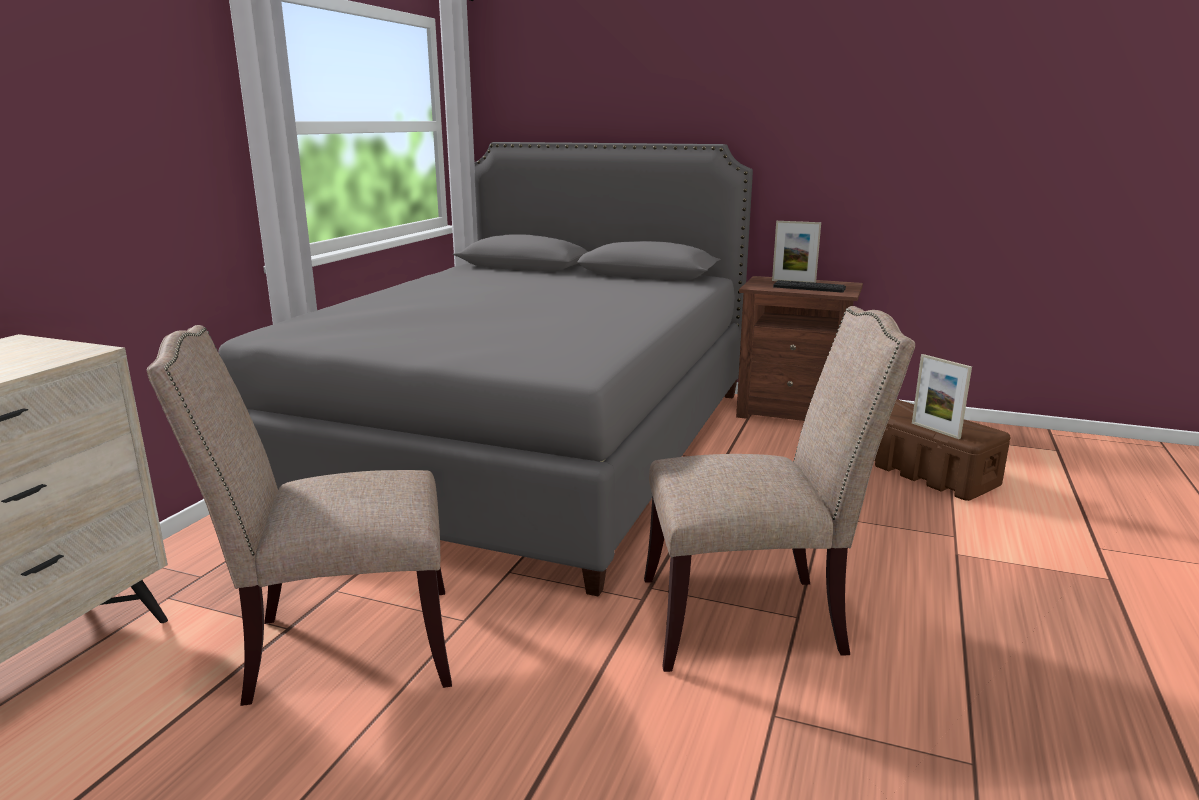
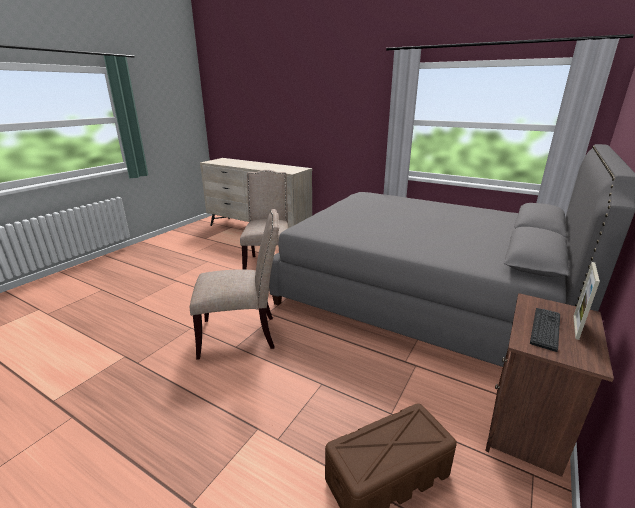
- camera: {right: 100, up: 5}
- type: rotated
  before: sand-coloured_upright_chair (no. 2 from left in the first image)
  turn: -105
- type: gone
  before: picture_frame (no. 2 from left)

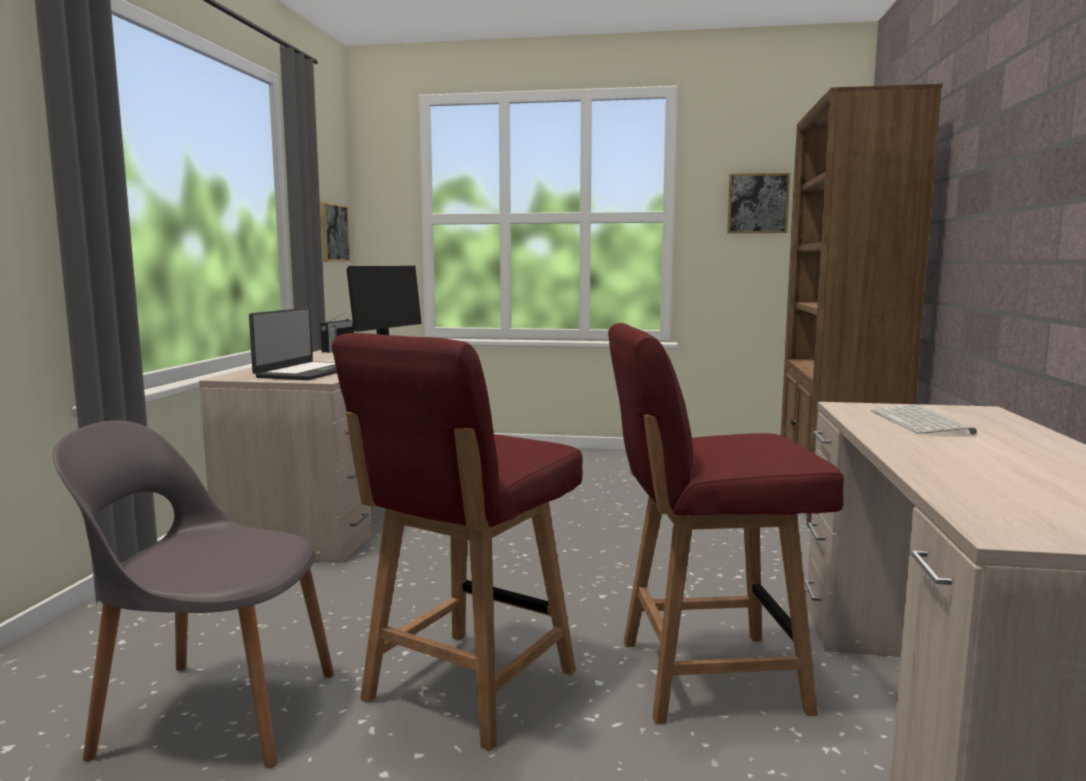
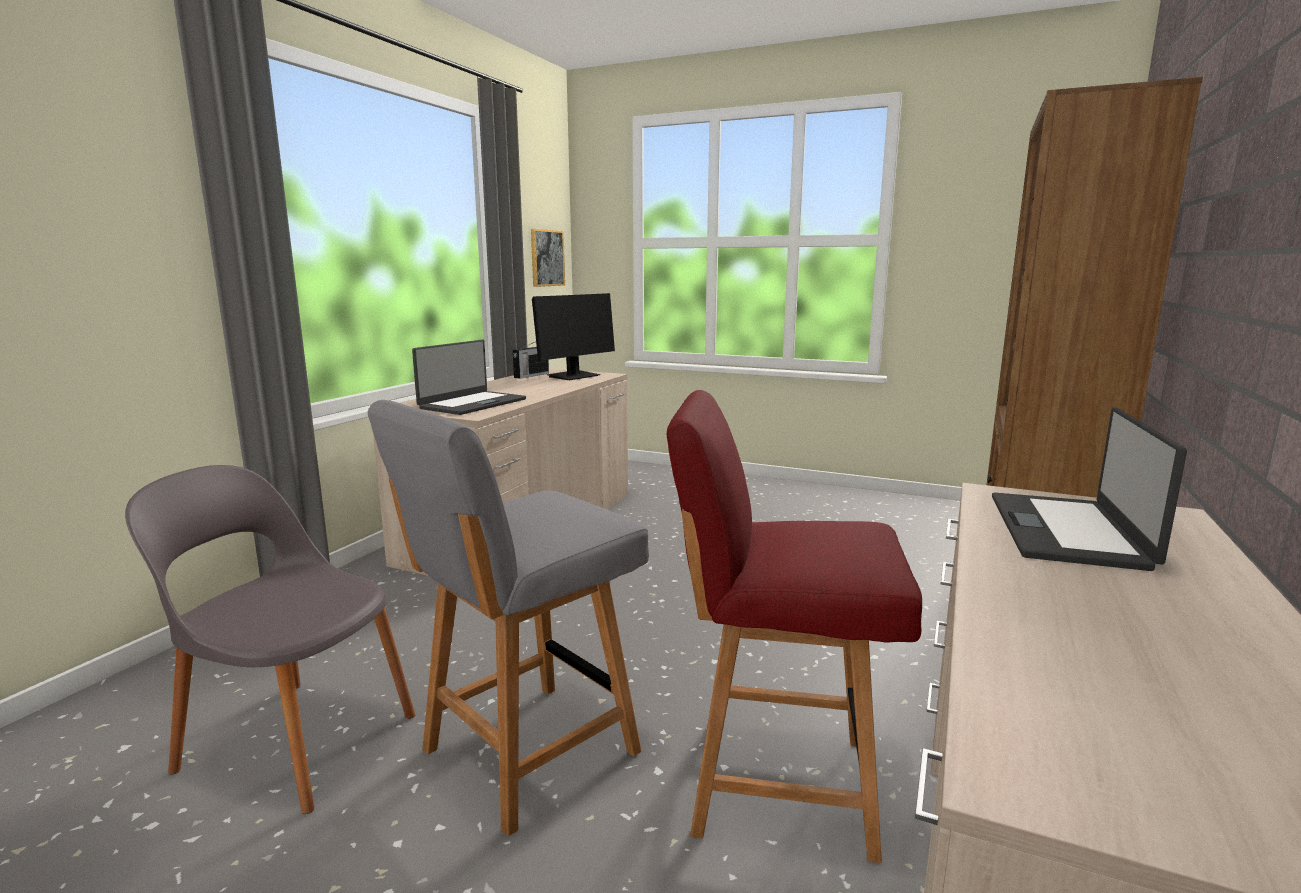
- camera: {right: 15, up: 5}
- type: gone
  before: wall_art (no. 2 from left)
- type: repainted
  before: red_upright_chair (no. 1 from left)
  after: greyish_upright_chair (no. 2 from left)
- type: swapped
  before: computer_keyboard
  after: notebook_computer (no. 2 from left)

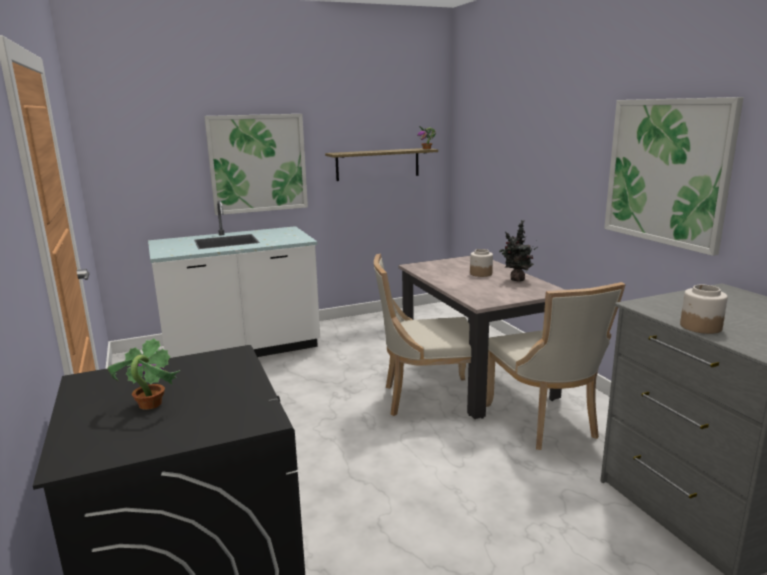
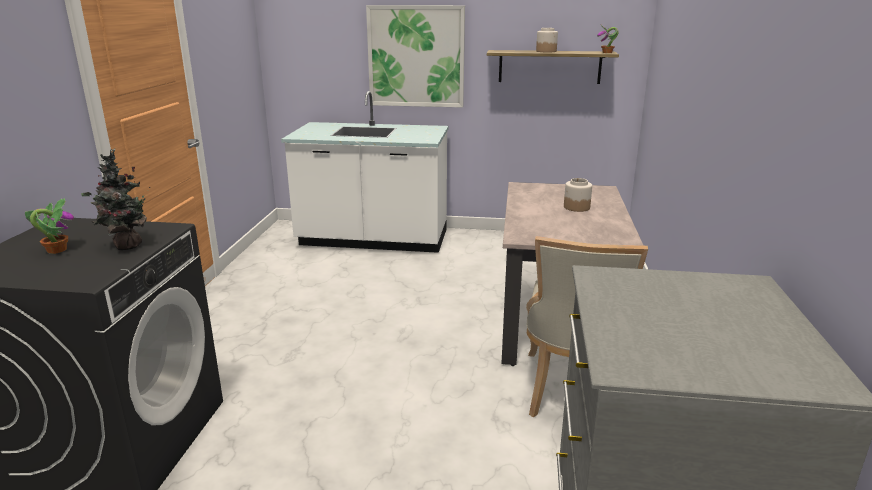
- camera: {right: 30, up: 5}
- type: gone
  before: wall_art (no. 2 from left)
- type: shifted
  before: plant_in_a_pot (no. 3 from left in the first image)
  after: plant_in_a_pot (no. 2 from left)
- type: gone
  before: sand-coloured_upright_chair (no. 1 from left)
- type: shifted
  before: preserve_jar (no. 2 from left in the first image)
  after: preserve_jar (no. 1 from left)

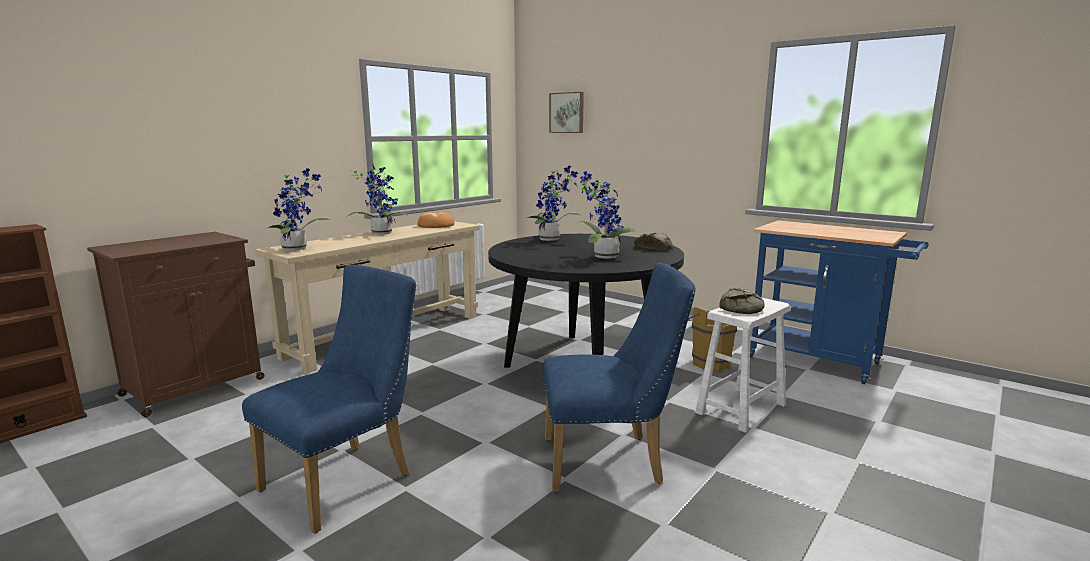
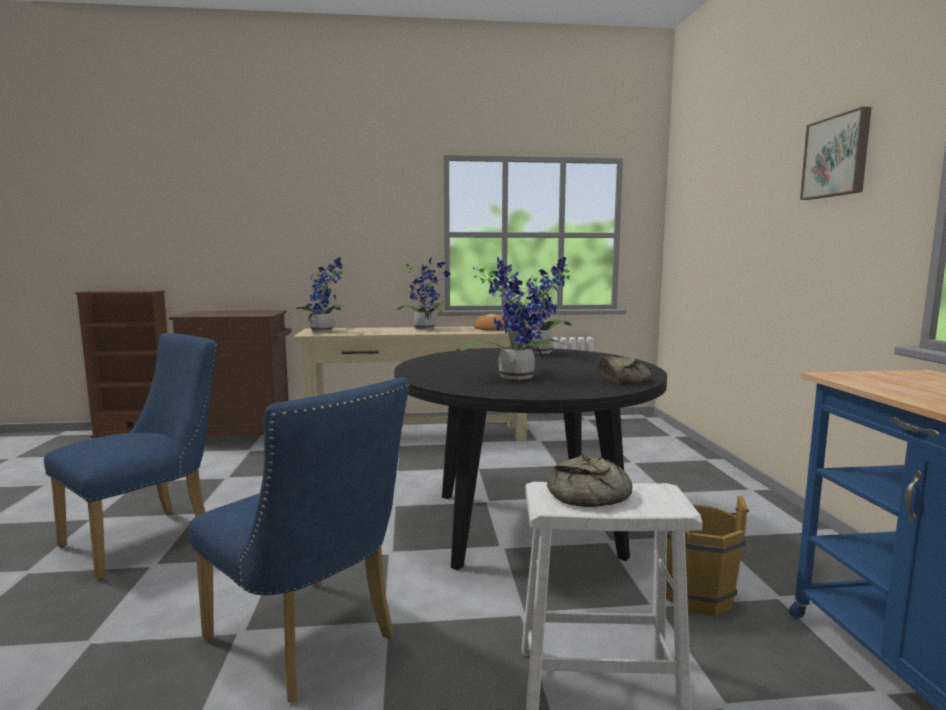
- camera: {right: 45, up: -5}
- type: shifted
  before: wall_art
- type: rotated
  before: blue-coloured_upright_chair (no. 1 from left)
  turn: -45

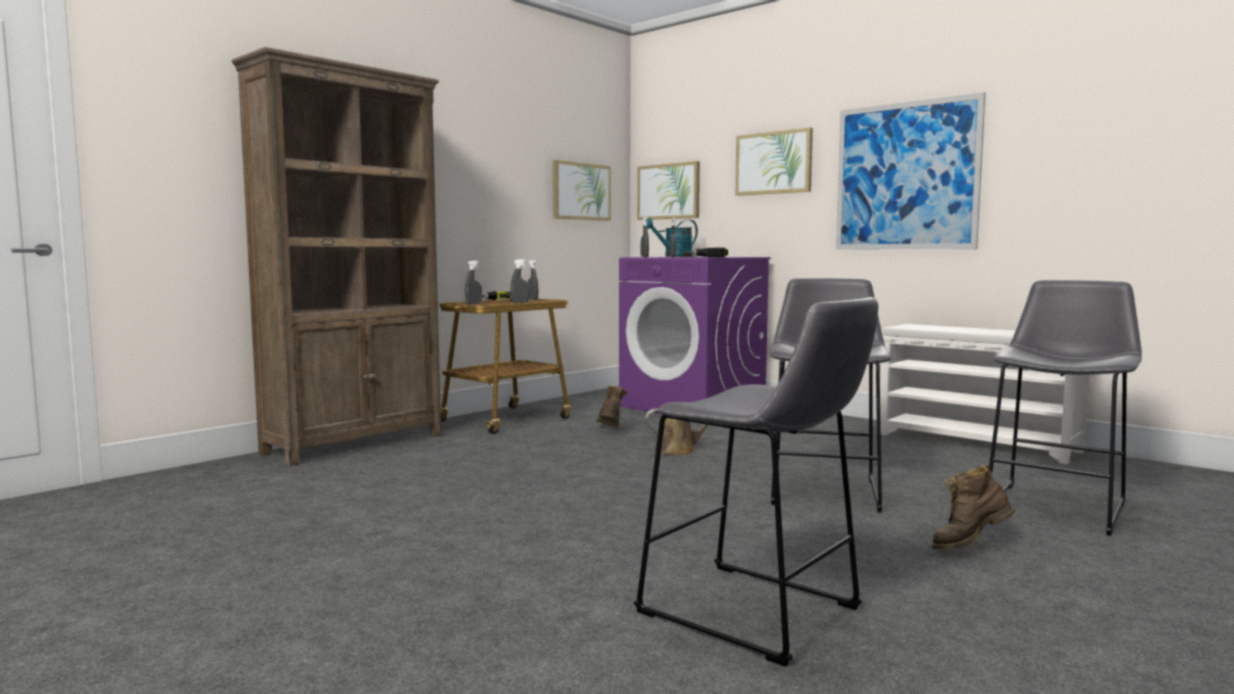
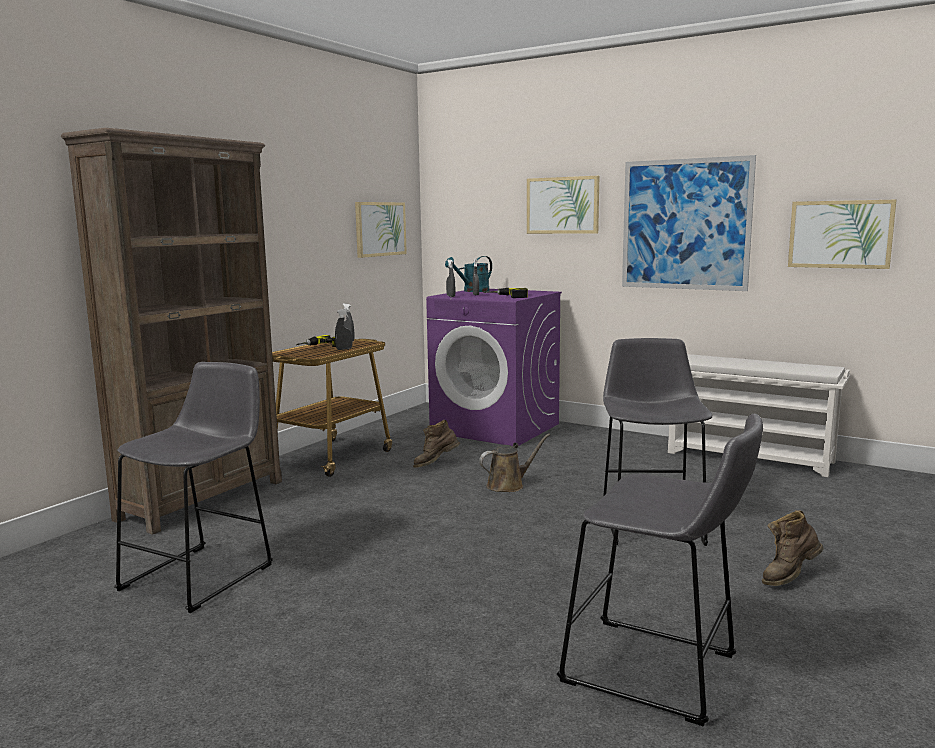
- camera: {right: -10, up: 5}
- type: shifted
  before: wall_art (no. 2 from left in the first image)
  after: wall_art (no. 4 from left)
- type: gone
  before: greyish_hand_sprayer (no. 1 from left)
- type: shifted
  before: greyish_stool (no. 3 from left in the first image)
  after: greyish_stool (no. 1 from left)
- type: rotated
  before: brown-coloured_tall_boot (no. 1 from left)
  turn: -105

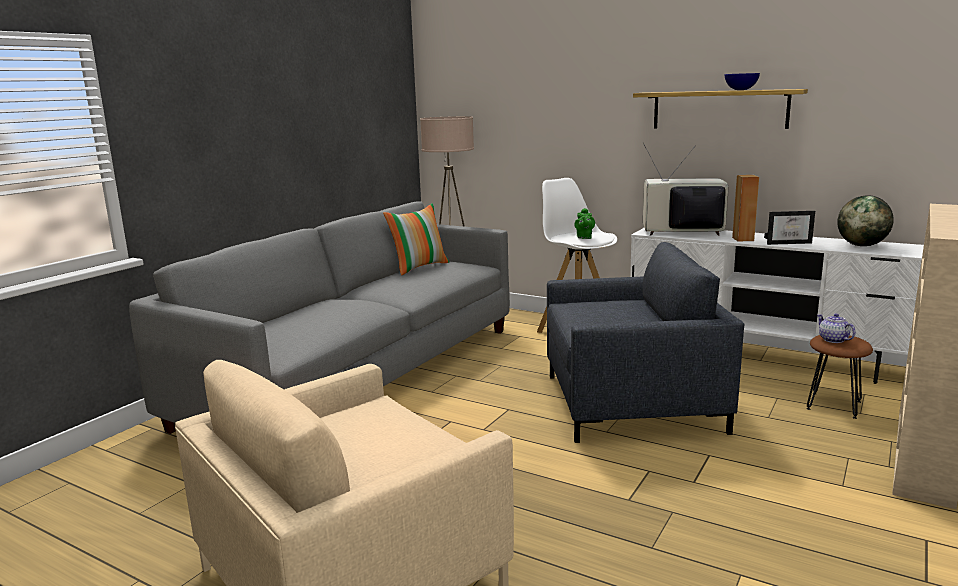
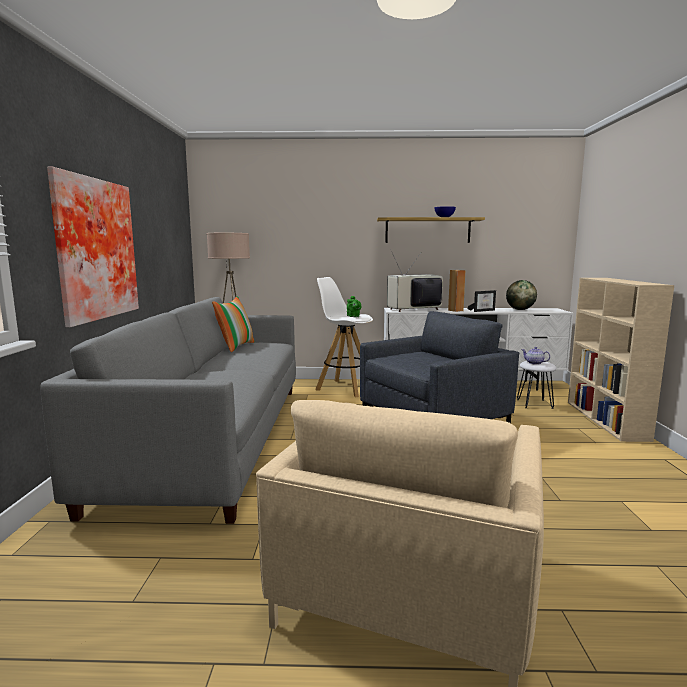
- camera: {right: -30, up: -5}
- type: repainted
  before: brown-coloured_stool
  after: white_stool (no. 2 from left)
- type: new
  after: wall_art

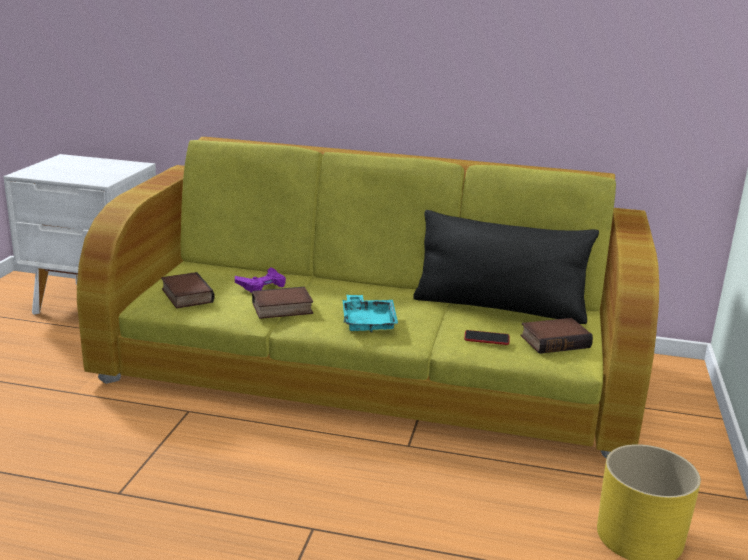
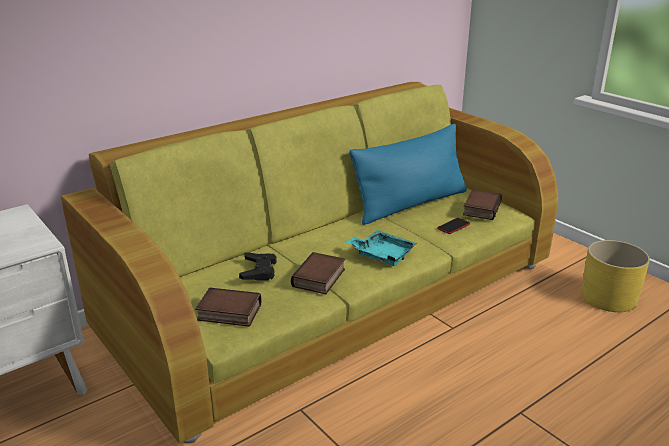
- camera: {right: -50, up: 5}
- type: repainted
  before: black-coloured_pillow
  after: blue-coloured_pillow
- type: repainted
  before: purple_gamepad
  after: black-coloured_gamepad

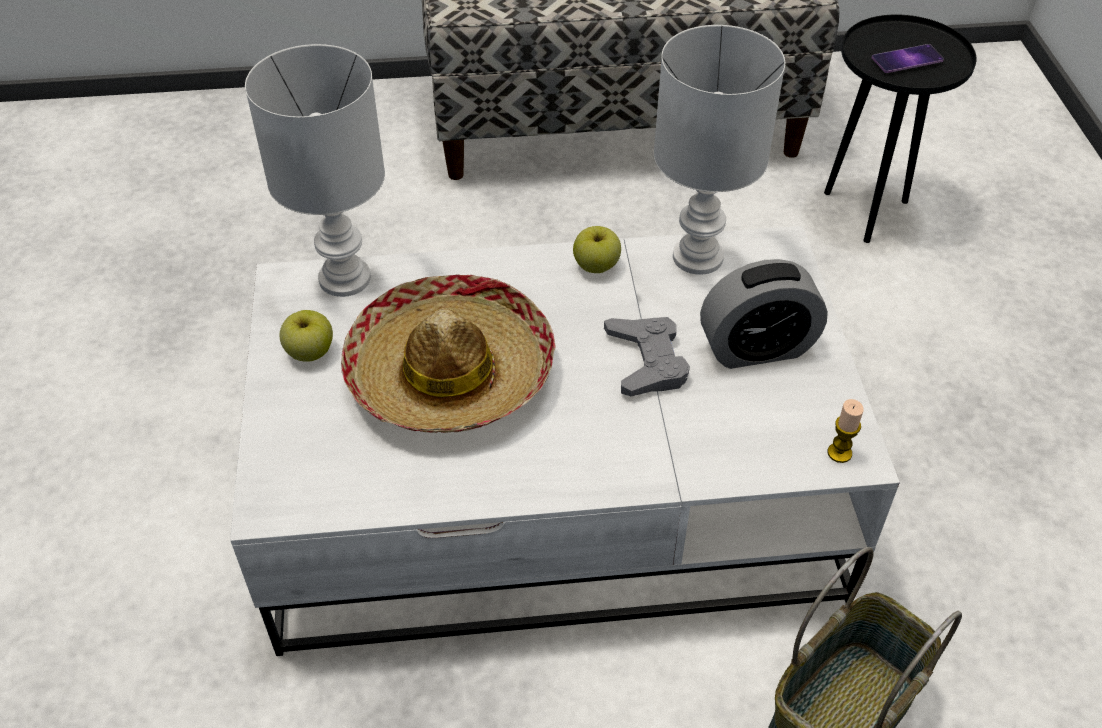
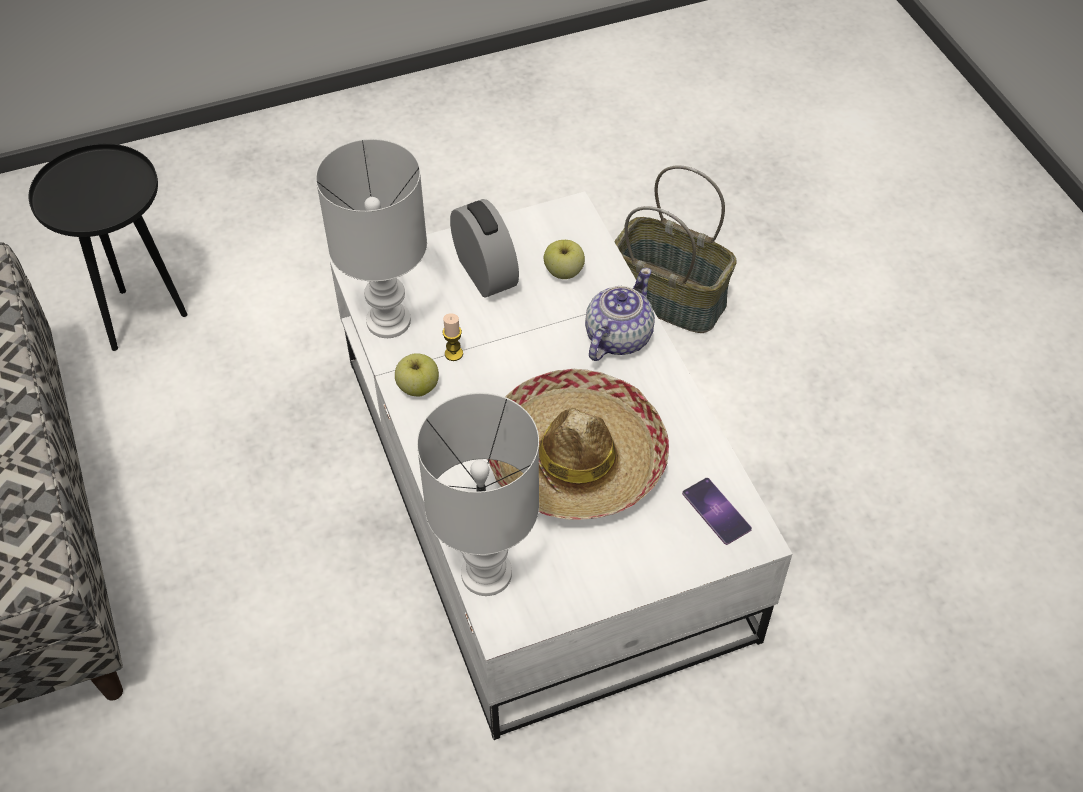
- camera: {right: -105, up: 5}
- type: shifted
  before: phone
- type: shifted
  before: apple_fruit (no. 1 from left in the first image)
  after: apple_fruit (no. 2 from left)
- type: gone
  before: greyish_gamepad
- type: shifted
  before: wax_light
- type: new
  after: pot_for_tea

